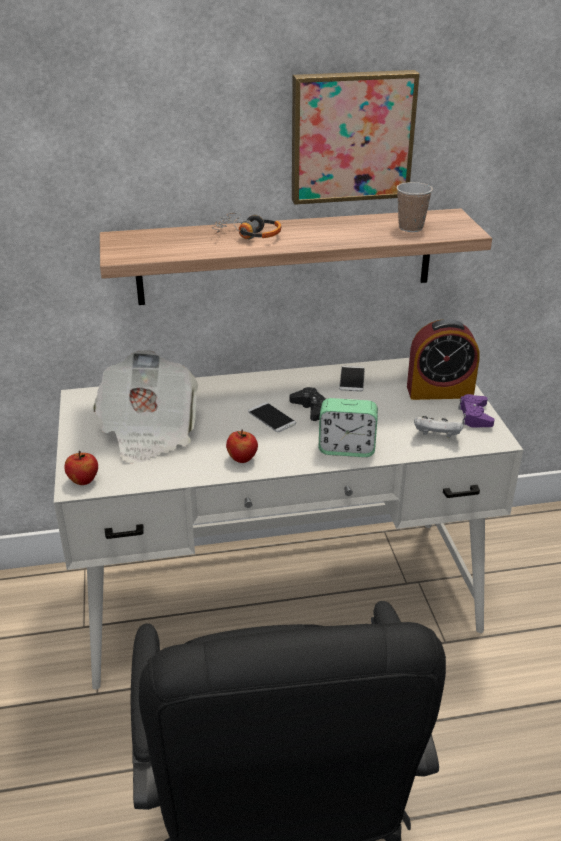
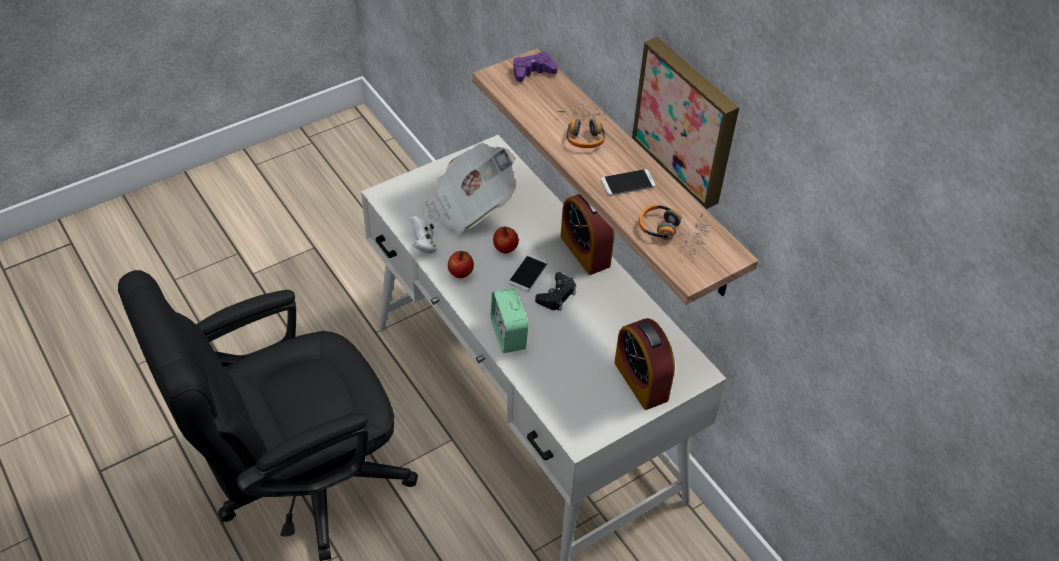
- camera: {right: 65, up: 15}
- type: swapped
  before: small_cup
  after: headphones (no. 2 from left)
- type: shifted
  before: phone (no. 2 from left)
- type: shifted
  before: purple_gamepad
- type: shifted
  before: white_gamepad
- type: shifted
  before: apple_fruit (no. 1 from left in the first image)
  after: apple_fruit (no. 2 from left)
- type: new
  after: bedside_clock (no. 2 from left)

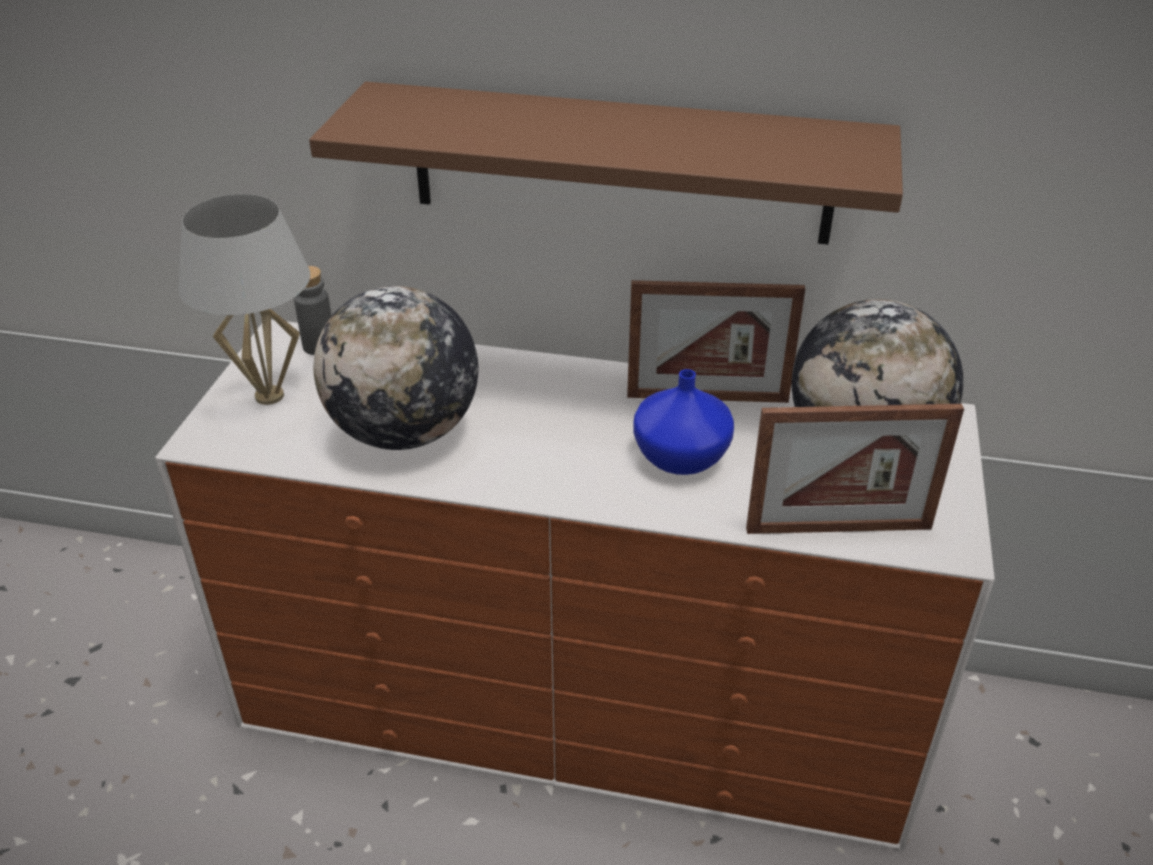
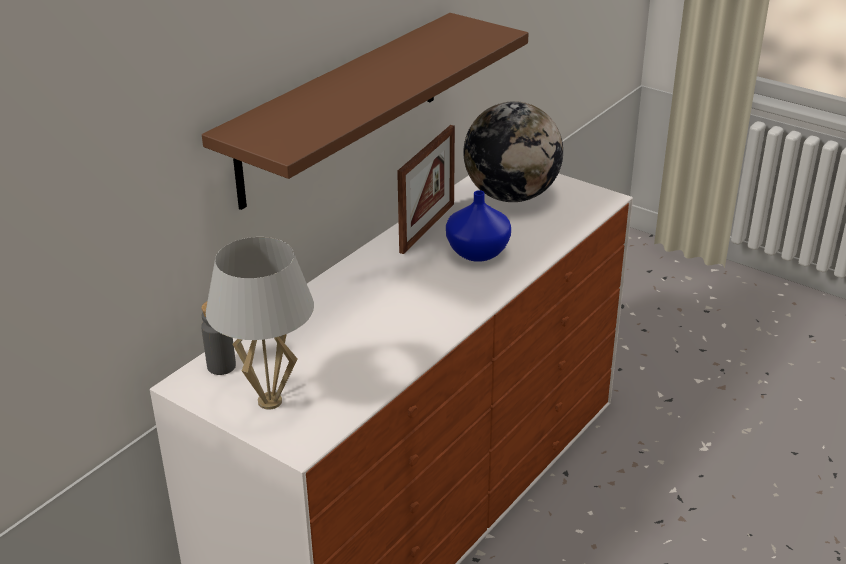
- camera: {right: -65, up: -5}
- type: gone
  before: world_globe (no. 1 from left)
- type: gone
  before: picture_frame (no. 2 from left)

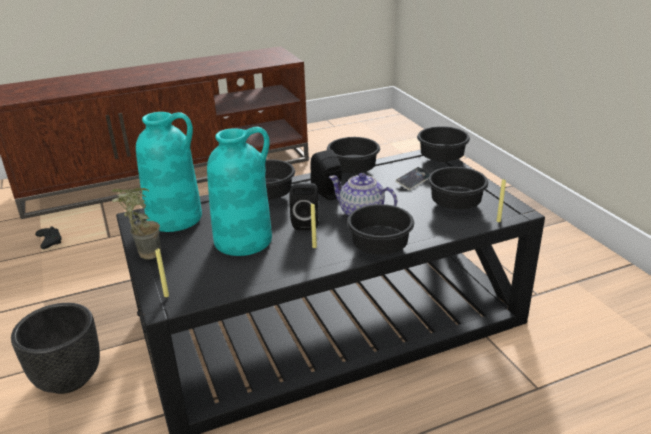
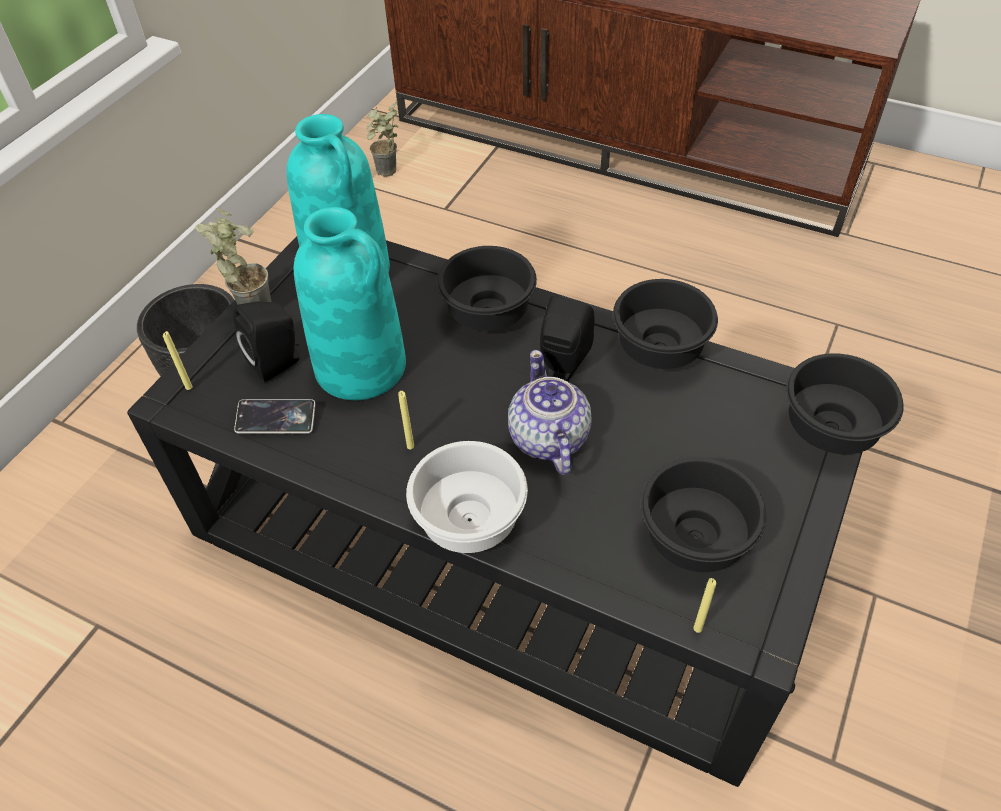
- camera: {right: 50, up: 20}
- type: shifted
  before: phone
- type: shifted
  before: black-coloured_loudspeaker (no. 1 from left)
- type: repainted
  before: black-coloured_deep_dish (no. 3 from left)
  after: white_deep_dish
- type: swapped
  before: black-coloured_gamepad
  after: plant_in_a_pot (no. 2 from left)

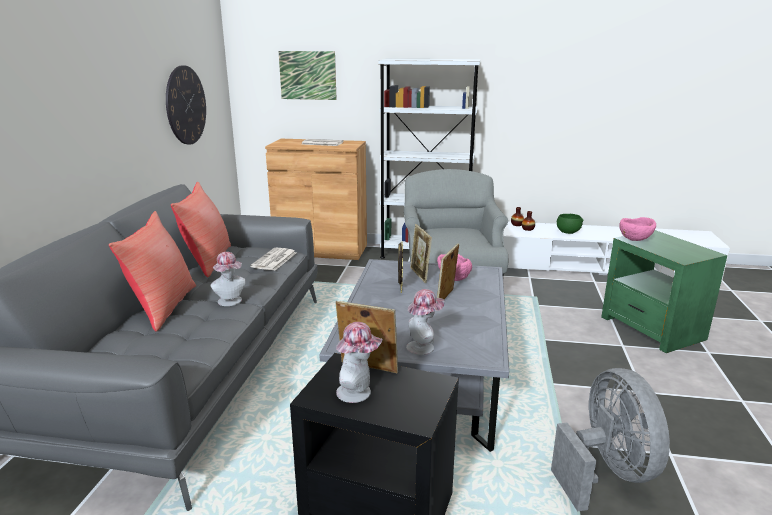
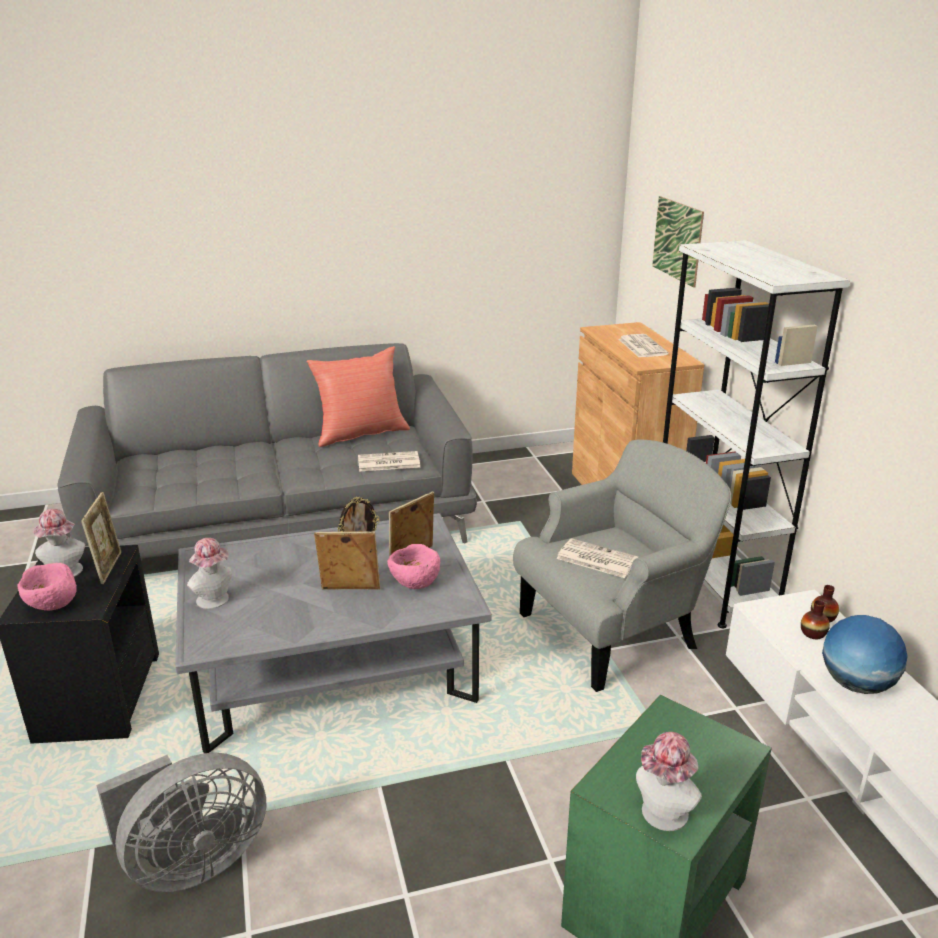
- camera: {right: 65, up: 5}
- type: gone
  before: wall_clock
- type: gone
  before: red_pillow (no. 1 from left)
- type: swapped
  before: greenish_deep_dish
  after: world_globe
- type: shifted
  before: pink-coloured_deep_dish (no. 2 from left in the first image)
  after: pink-coloured_deep_dish (no. 1 from left)
- type: shifted
  before: wearable_hat (no. 1 from left in the first image)
  after: wearable_hat (no. 3 from left)
- type: new
  after: printed_paper (no. 2 from left)

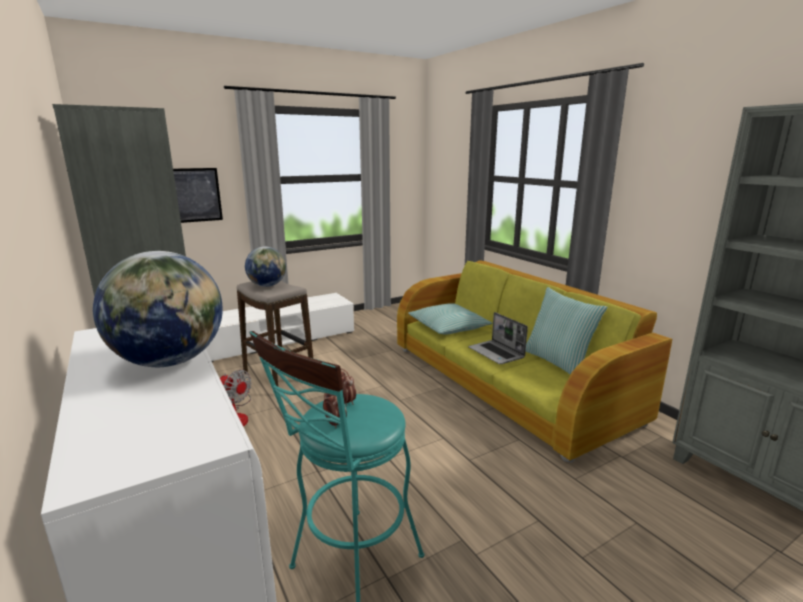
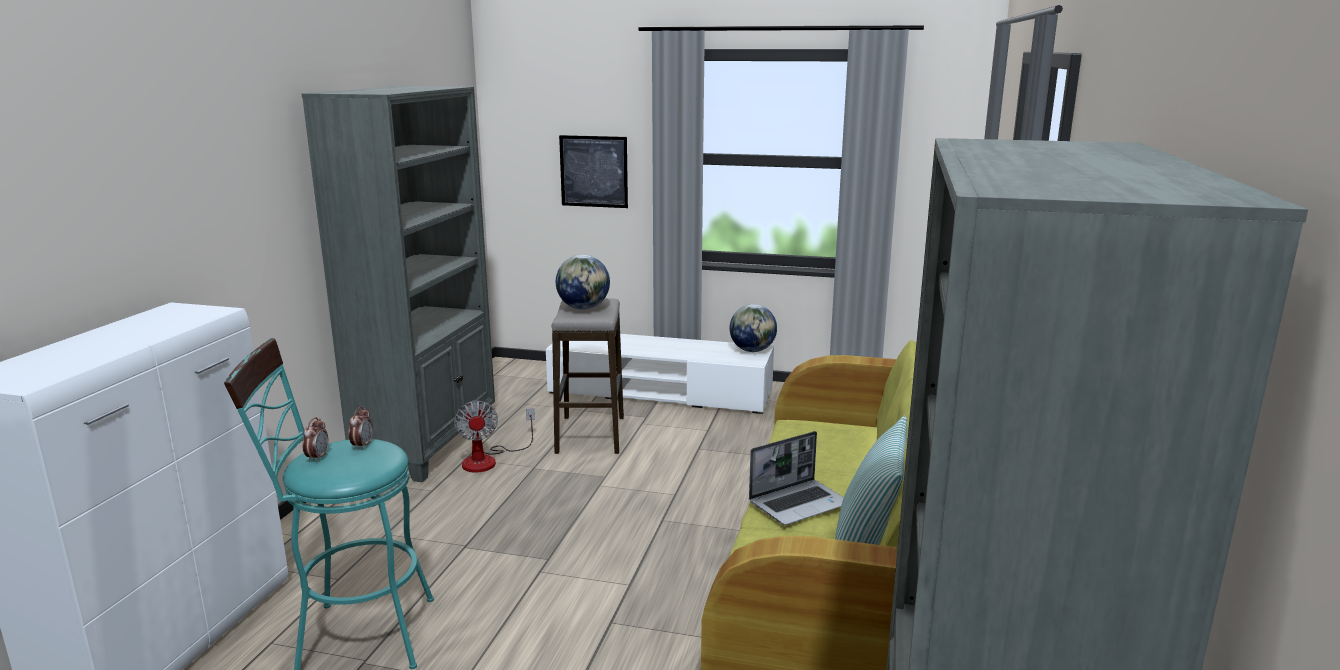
- camera: {right: 45, up: 0}
- type: shifted
  before: world_globe (no. 1 from left in the first image)
  after: world_globe (no. 2 from left)
- type: gone
  before: pillow (no. 1 from left)
- type: rotated
  before: notebook_computer
  turn: -135

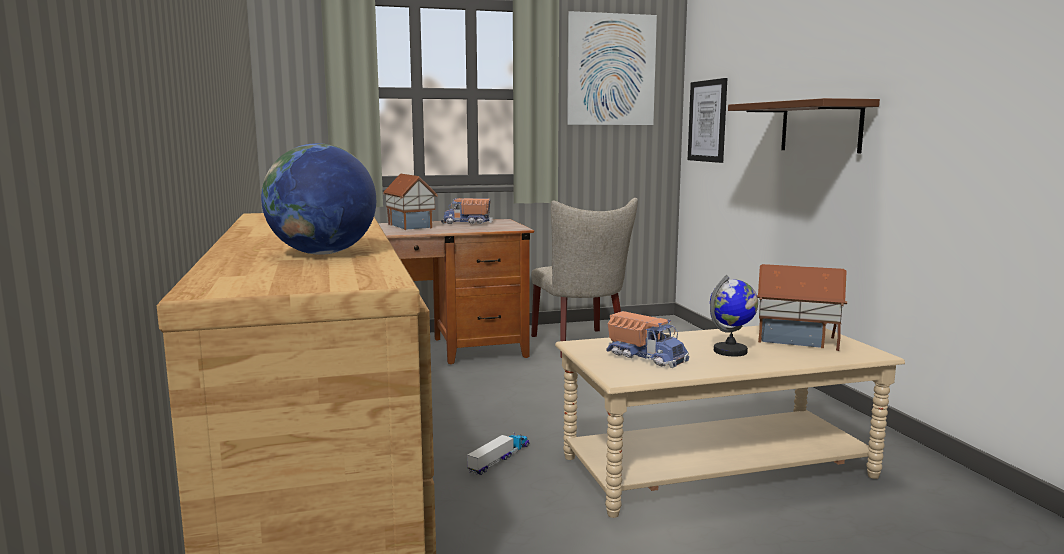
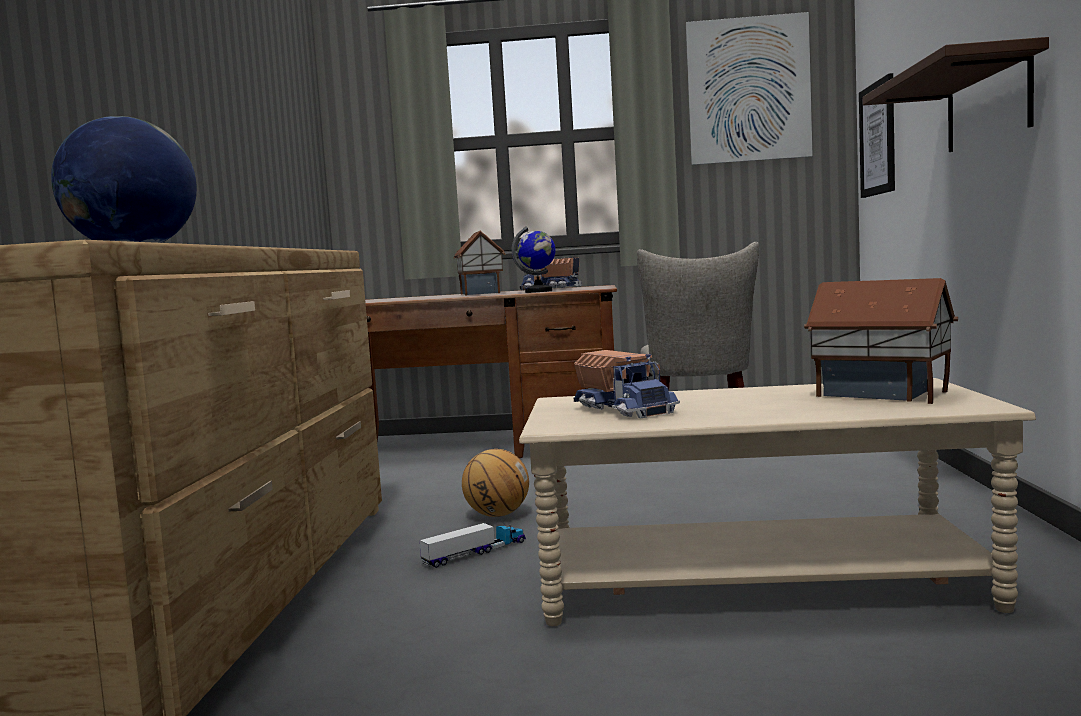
- camera: {right: 20, up: -5}
- type: shifted
  before: world_globe (no. 2 from left)
- type: new
  after: basketball

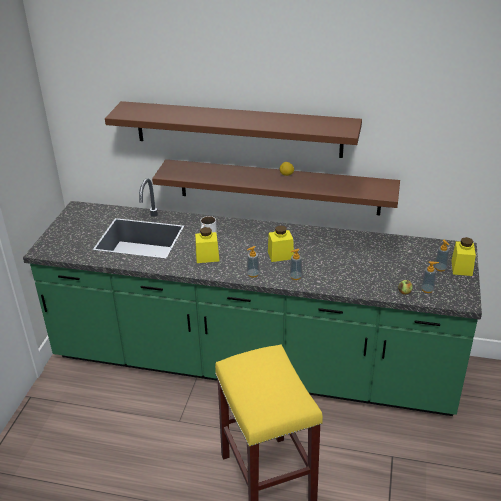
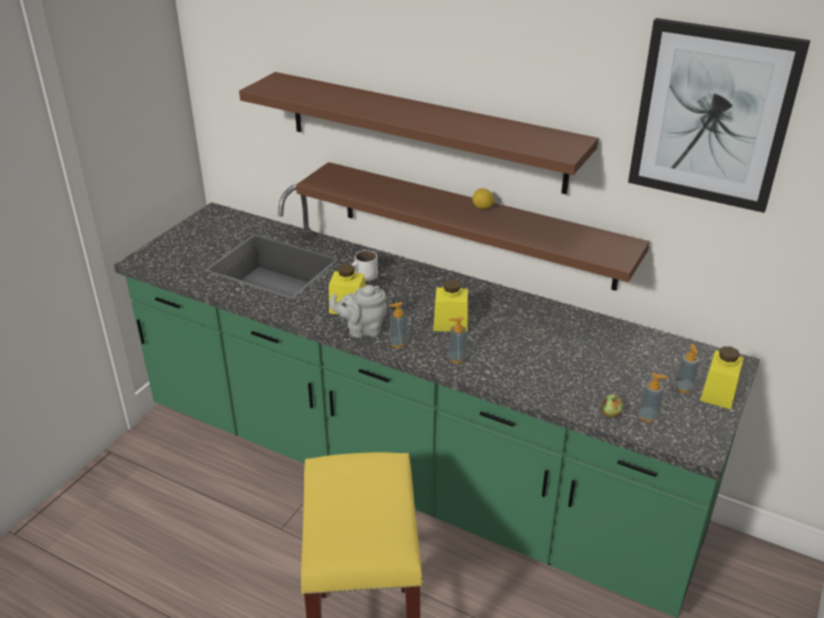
- camera: {right: 15, up: 0}
- type: new
  after: wall_art
- type: new
  after: greyish_pot_for_tea

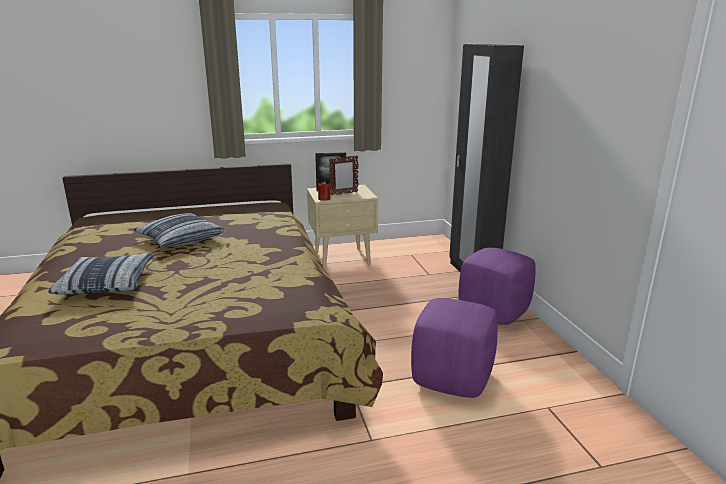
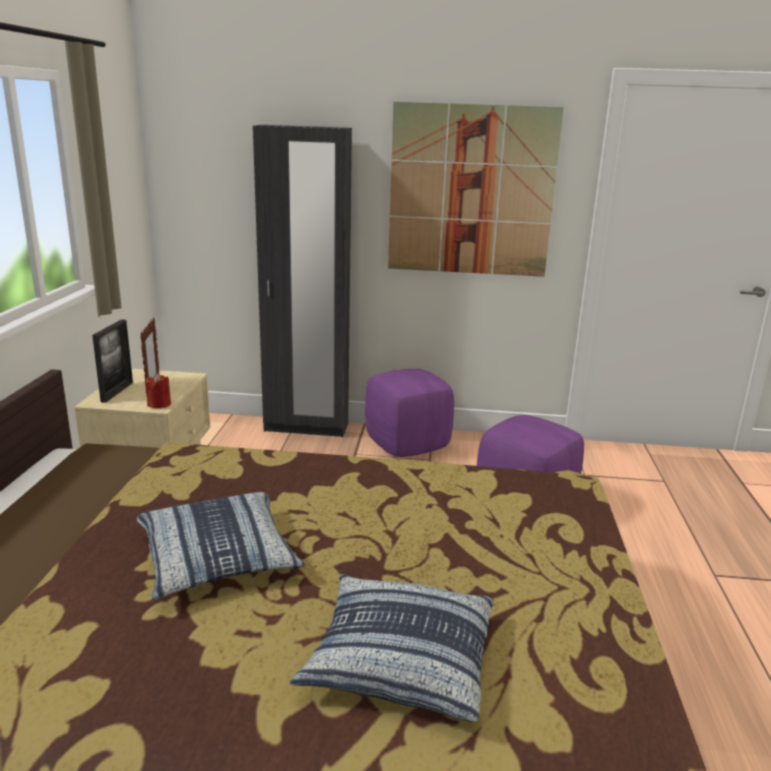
- camera: {right: -70, up: 0}
- type: new
  after: wall_art

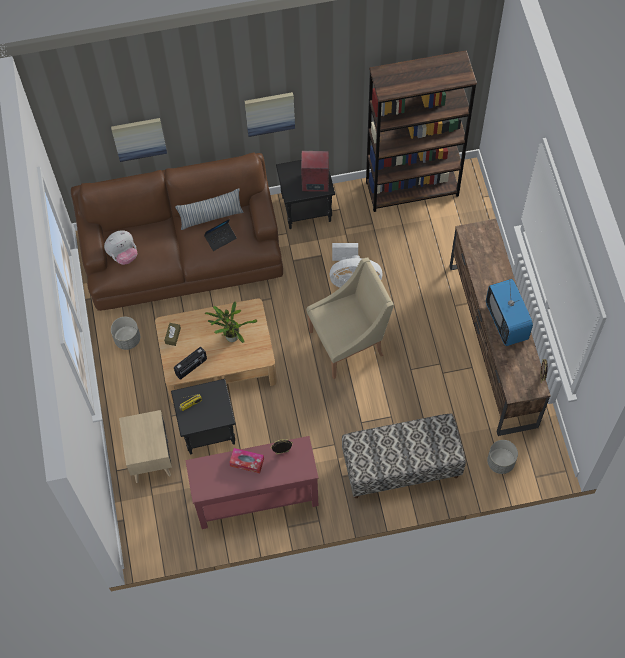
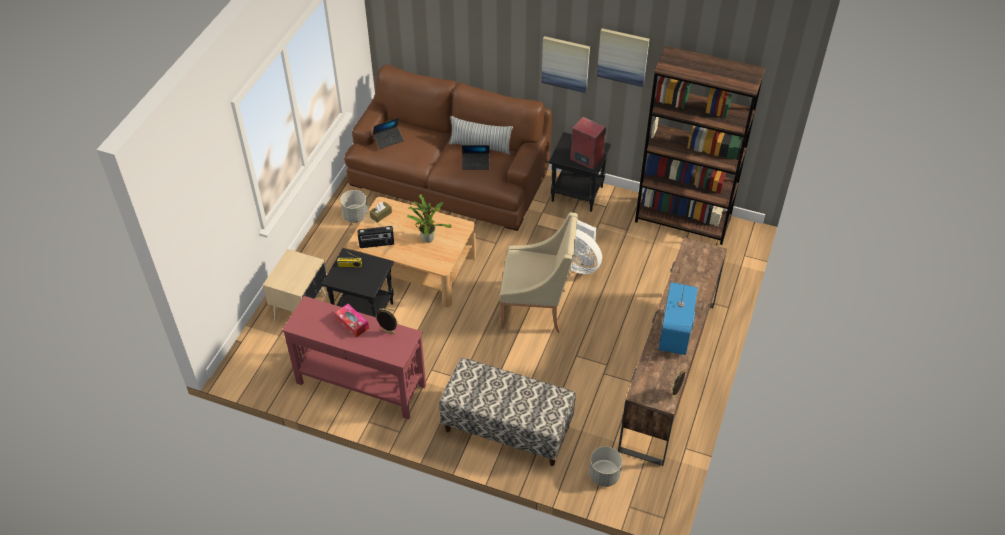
- camera: {right: 30, up: -15}
- type: shifted
  before: wall_art (no. 1 from left in the first image)
  after: wall_art (no. 2 from left)
- type: swapped
  before: cuddly_toy
  after: notebook_computer (no. 1 from left)

